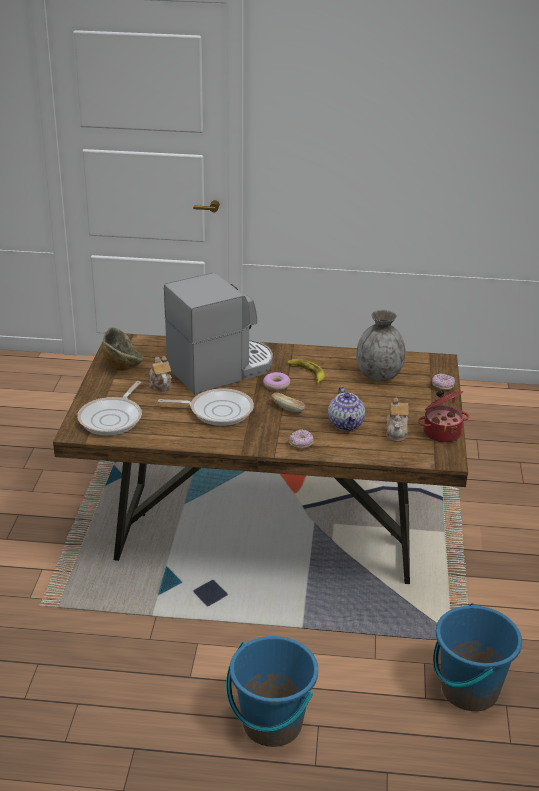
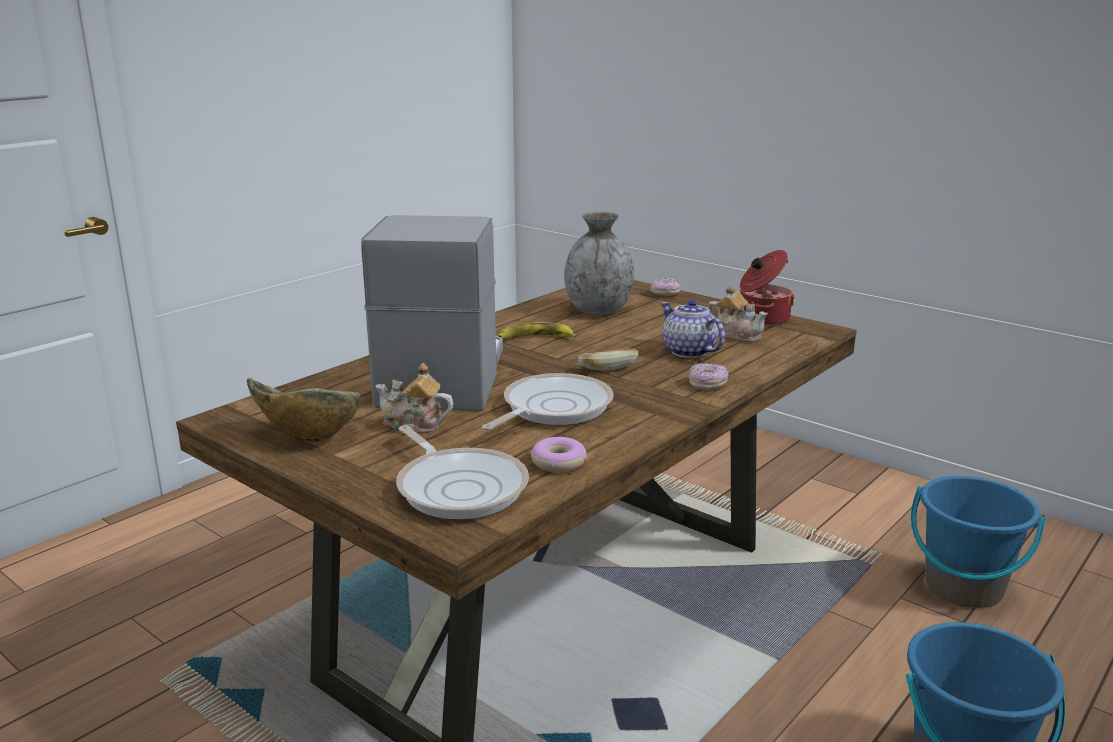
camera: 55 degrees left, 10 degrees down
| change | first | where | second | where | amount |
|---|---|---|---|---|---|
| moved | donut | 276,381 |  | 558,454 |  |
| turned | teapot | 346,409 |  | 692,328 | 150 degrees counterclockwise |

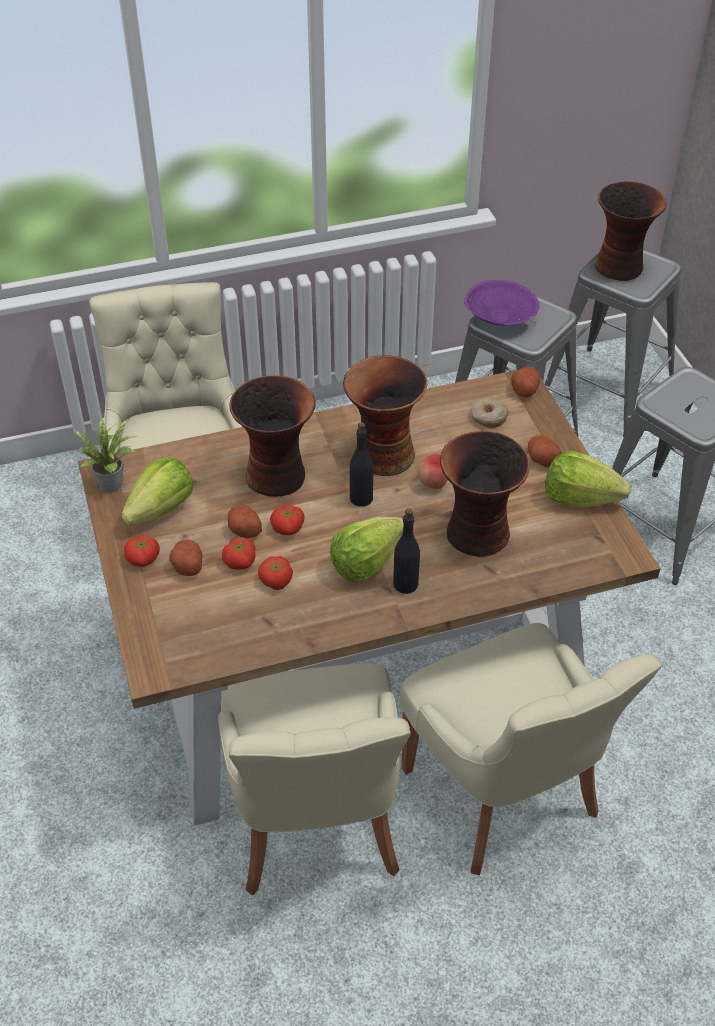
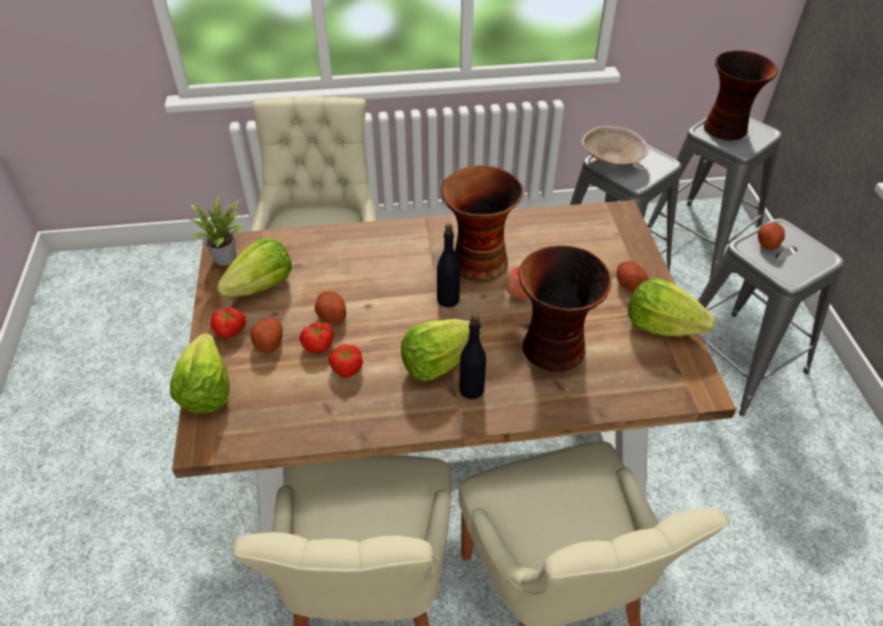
camera: 10 degrees right, 0 degrees up
| change | first | where | second | where | amount |
|---|---|---|---|---|---|
| removed | vase | 272,436 |  |  |  |
| removed | tomato | 287,519 |  |  |  |
| removed | donut | 490,413 |  |  |  |
| added |  |  | lettuce | 200,373 |  |
| moved | potato | 525,382 |  | 771,236 |  |
| recoloured | purple bowl | 501,303 | beige bowl | 615,145 |  |

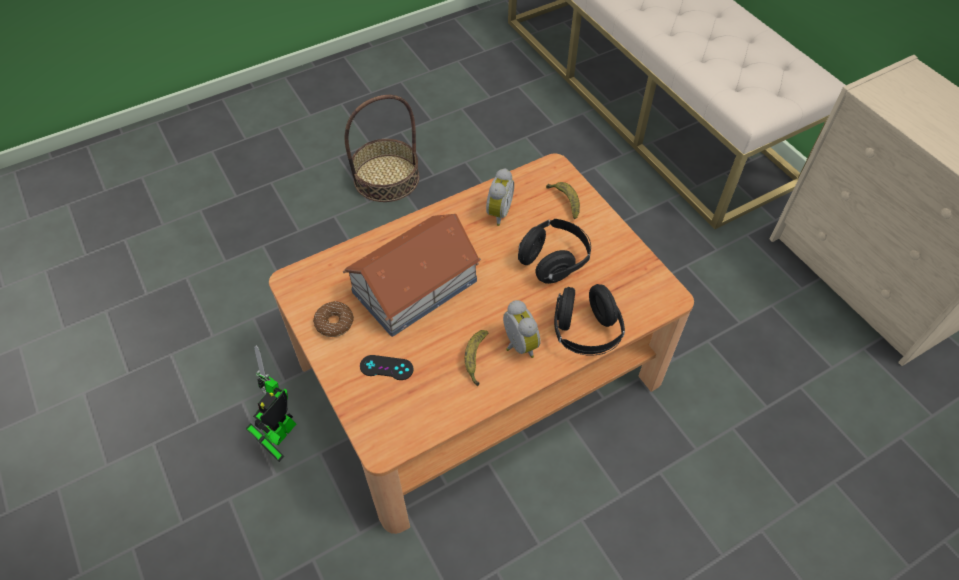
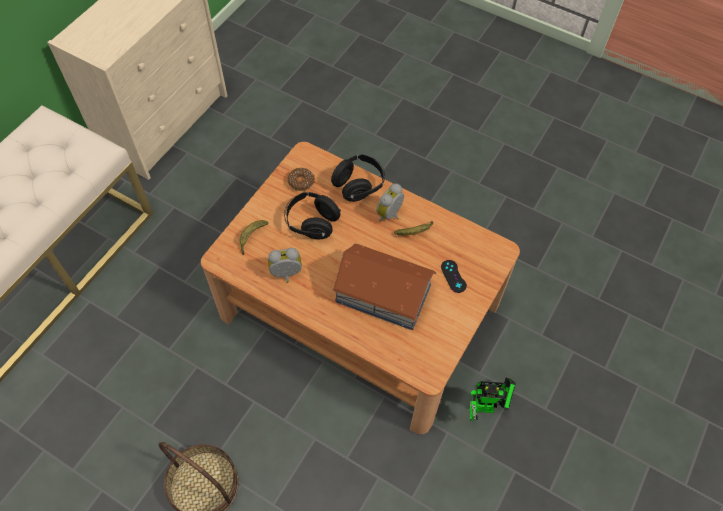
camera: 120 degrees left, 5 degrees up
| change | first | where | second | where | amount |
|---|---|---|---|---|---|
| moved | donut | 333,319 |  | 301,179 |  |

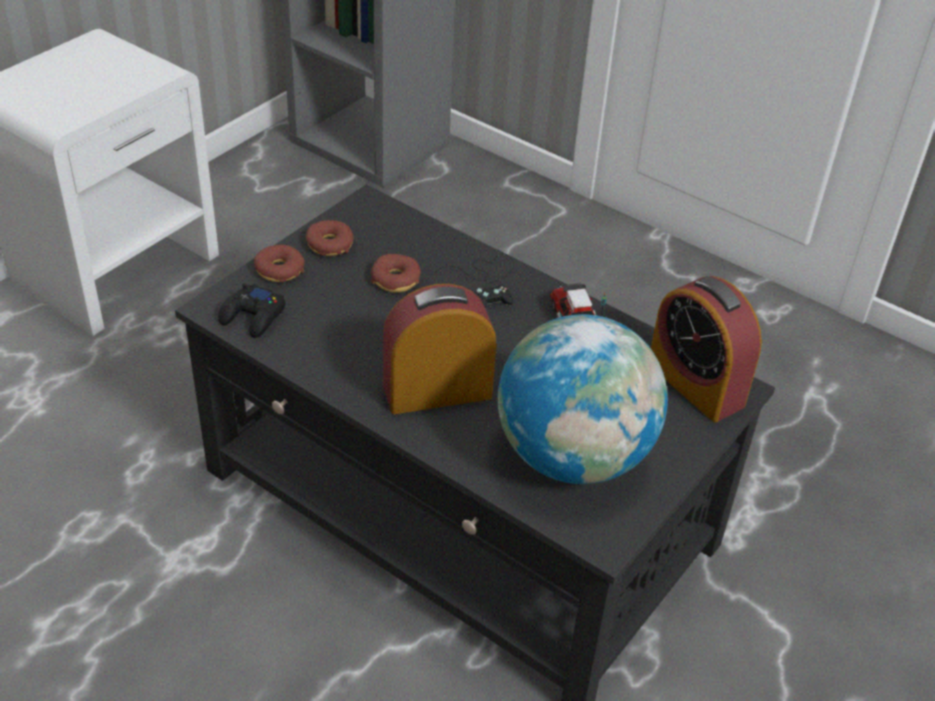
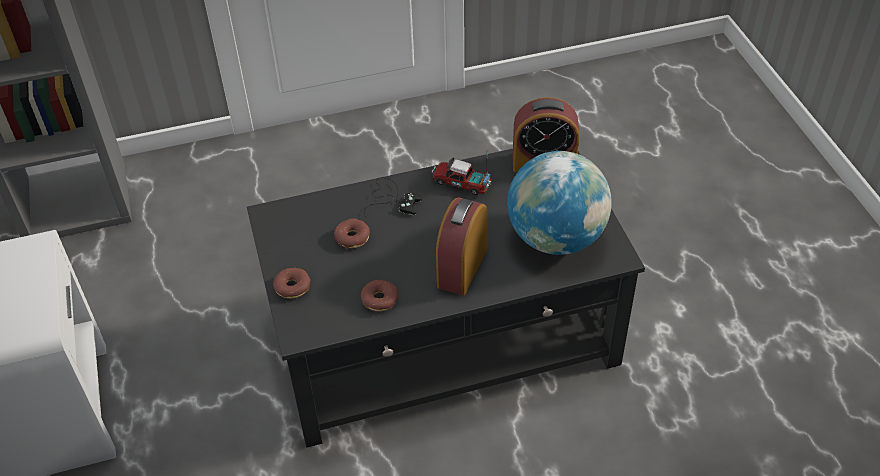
camera: 50 degrees left, 5 degrees up
| change | first | where | second | where | amount |
|---|---|---|---|---|---|
| removed | black game controller | 252,310 |  |  |  |
| moved | donut | 329,238 |  | 379,295 |  |

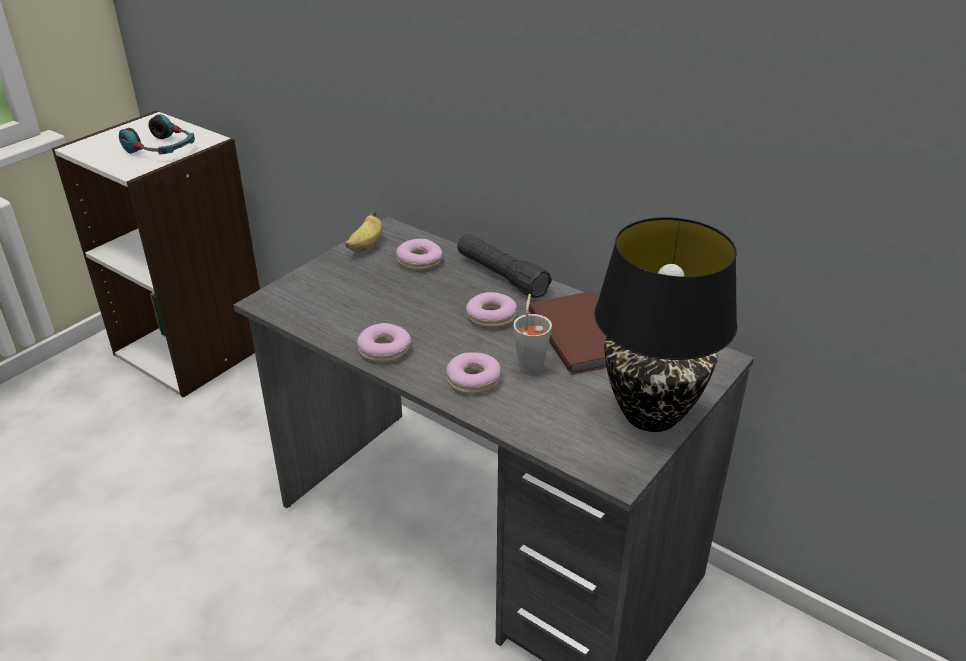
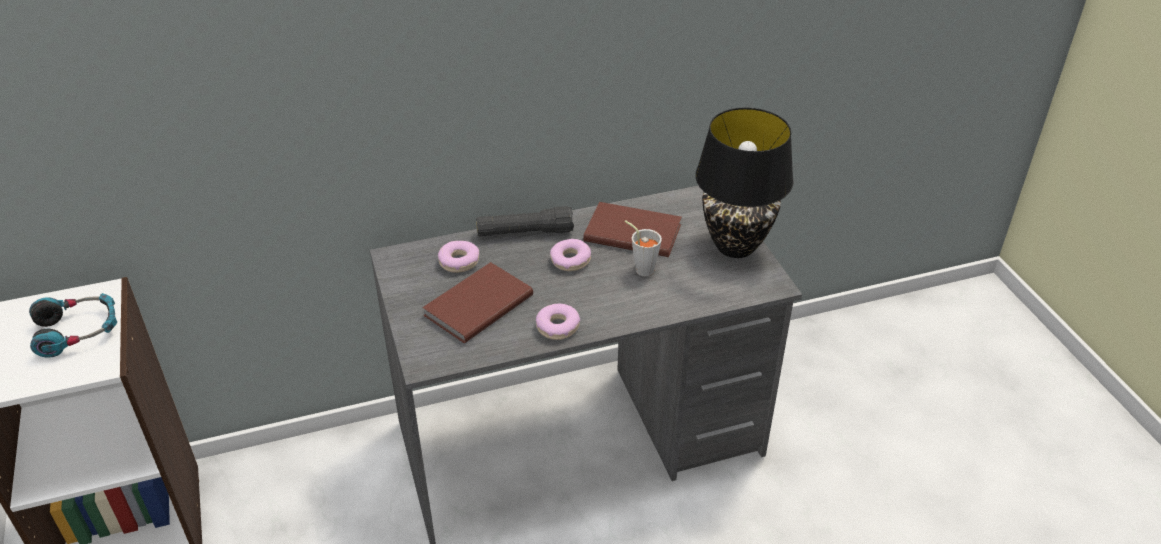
camera: 55 degrees left, 5 degrees up
| change | first | where | second | where | amount |
|---|---|---|---|---|---|
| removed | banana | 364,232 |  |  |  |
| removed | donut | 473,373 |  |  |  |
| added |  |  | brown book | 477,302 |  |

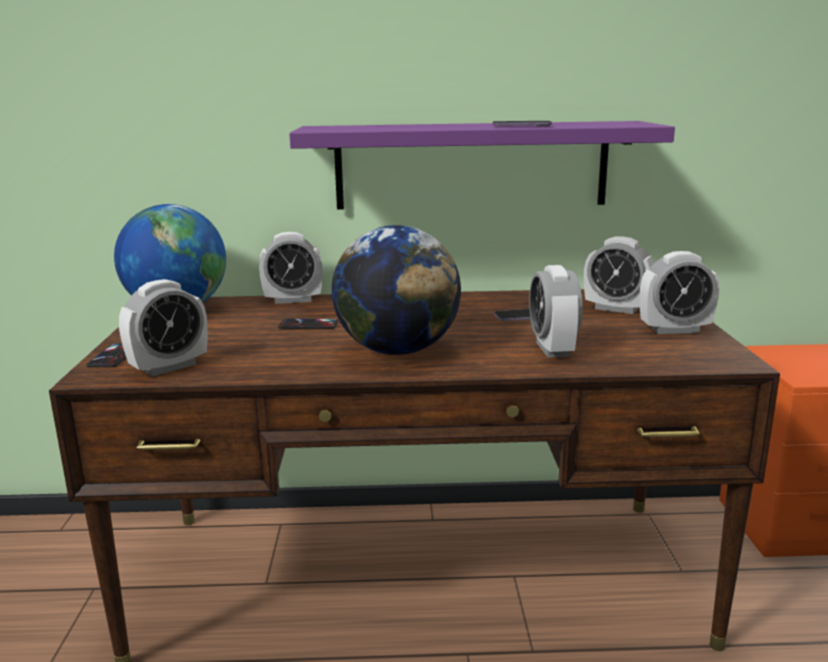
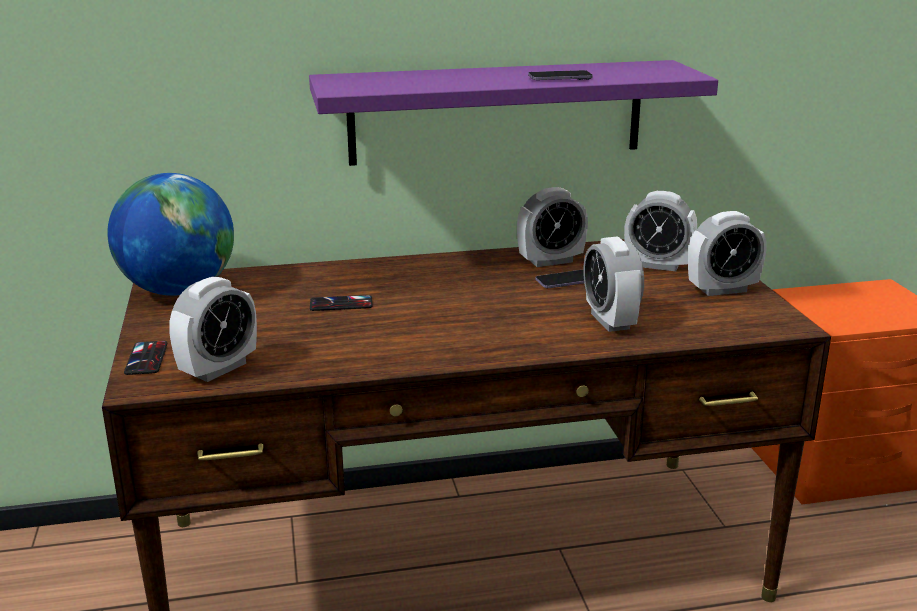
camera: 10 degrees left, 5 degrees up
| change | first | where | second | where | amount |
|---|---|---|---|---|---|
| removed | globe | 396,290 |  |  |  |
| moved | alarm clock | 290,268 |  | 552,227 |  |

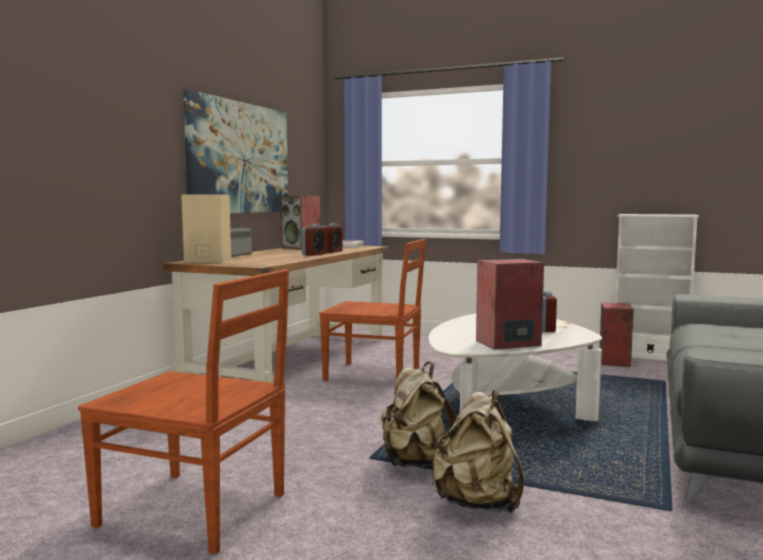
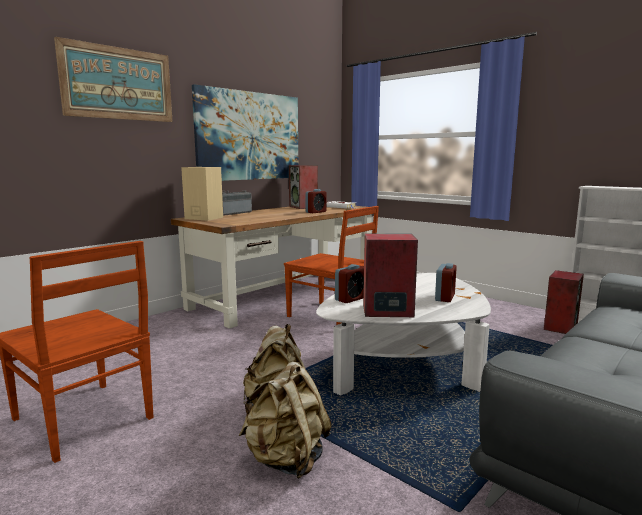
camera: 20 degrees right, 5 degrees up
| change | first | where | second | where | amount |
|---|---|---|---|---|---|
| added |  |  | picture | 113,79 |  |
| moved | alarm clock | 314,240 |  | 349,283 |  |

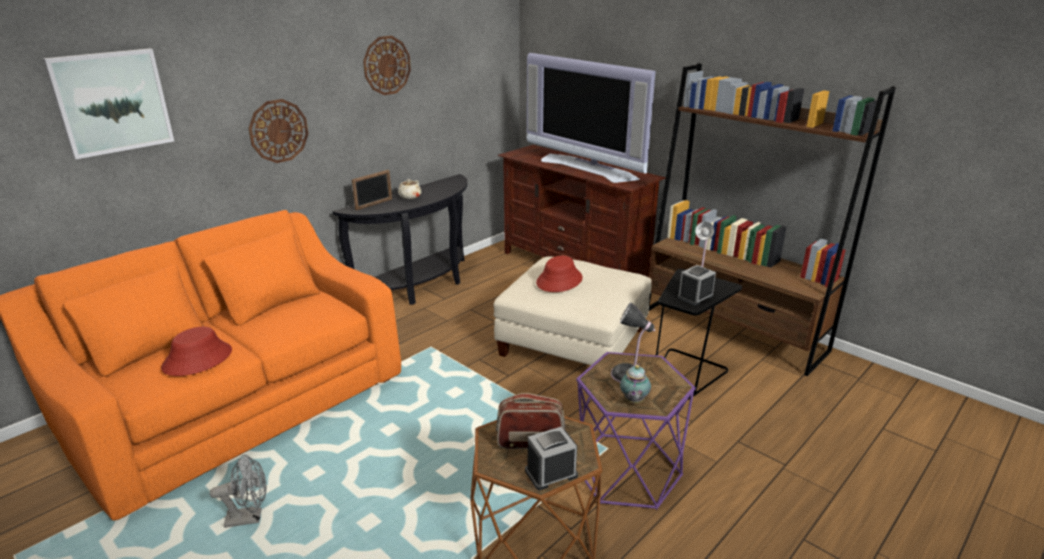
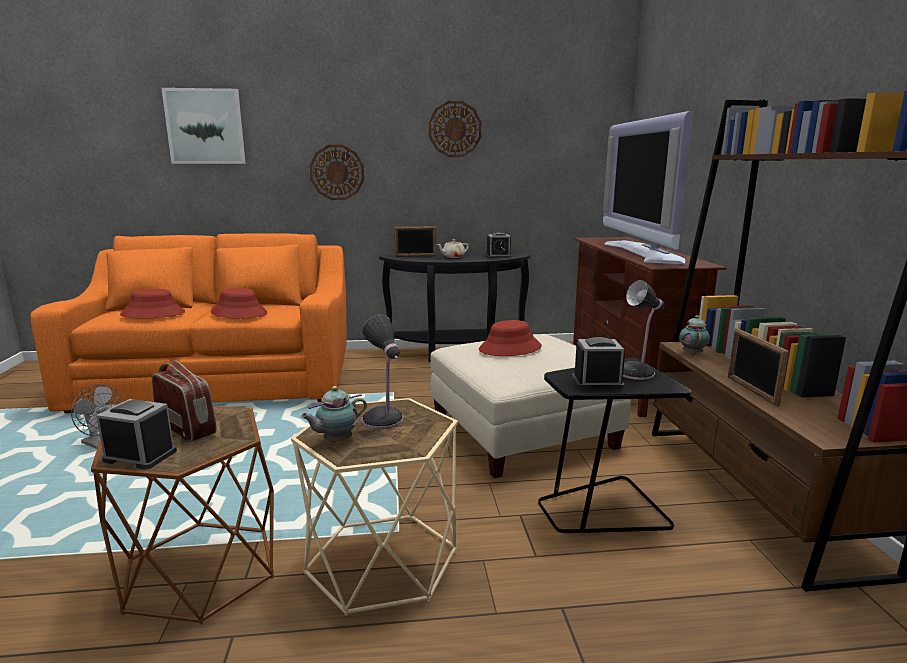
camera: 40 degrees right, 10 degrees down
| change | first | where | second | where | amount |
|---|---|---|---|---|---|
| added |  |  | red hat | 239,303 |  |
| added |  |  | alarm clock | 499,245 |  |
| added |  |  | teapot | 694,335 |  |
| added |  |  | picture frame | 758,367 |  |
| recoloured | purple side table | 636,431 | beige side table | 374,507 |  |

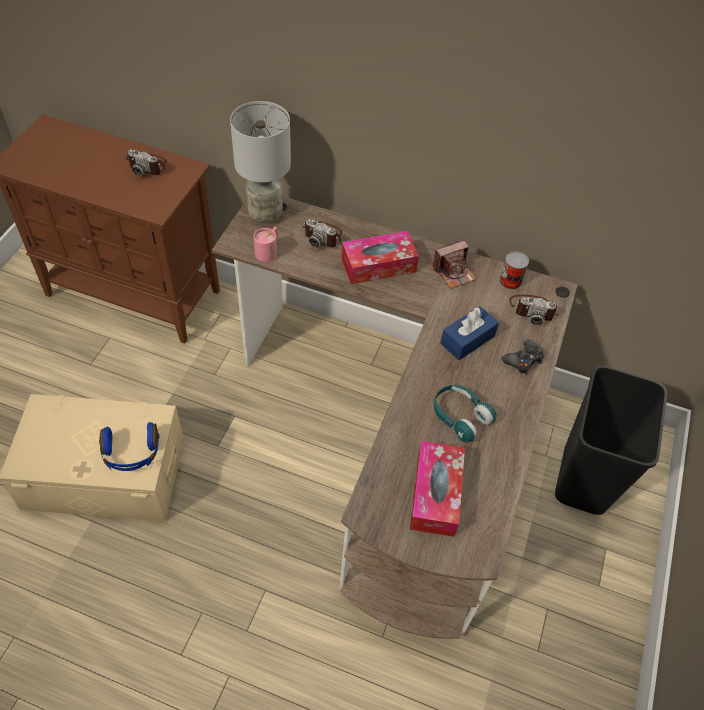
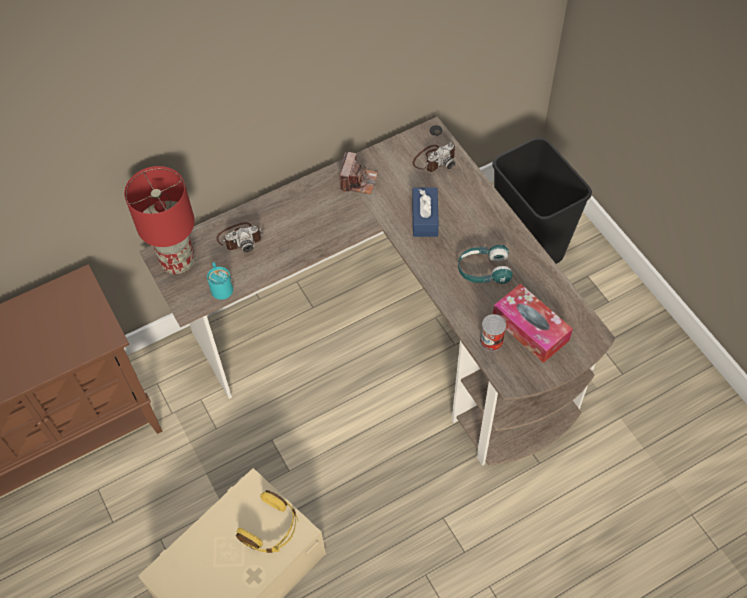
camera: 45 degrees left, 5 degrees up
| change | first | where | second | where | amount |
|---|---|---|---|---|---|
| removed | photo camera | 146,162 |  |  |  |
| removed | tissue box | 380,257 |  |  |  |
| removed | black game controller | 523,357 |  |  |  |
| moved | can | 514,270 |  | 493,332 |  |
| recoloured | blue headphones | 129,446 | yellow headphones | 267,521 |  |
| recoloured | grey table lamp | 260,162 | red table lamp | 159,220 |  |
| recoloured | pink mug | 266,244 | turquoise mug | 220,281 |  |

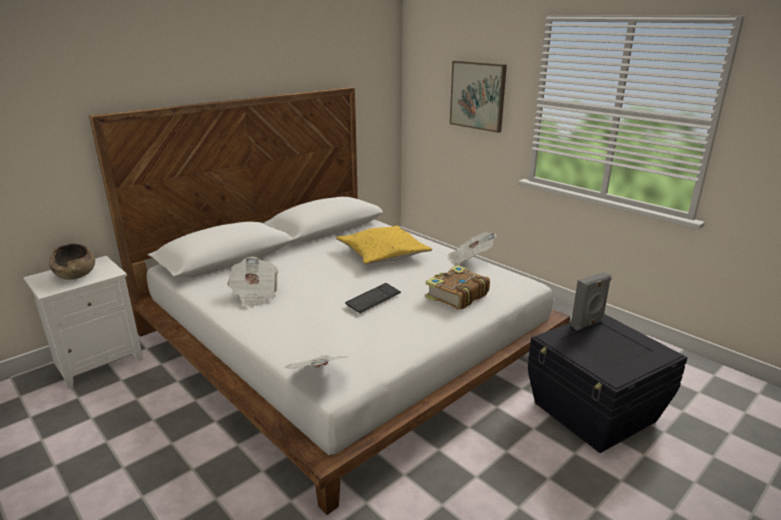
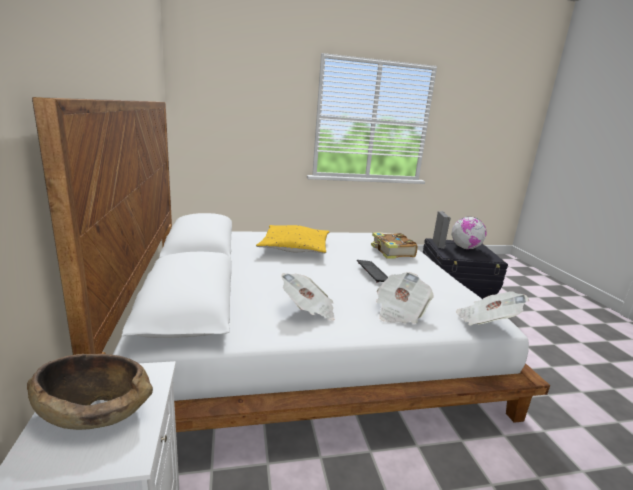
camera: 60 degrees left, 5 degrees down
| change | first | where | second | where | amount |
|---|---|---|---|---|---|
| removed | picture | 478,97 |  |  |  |
| added |  |  | globe | 469,233 |  |
| moved | newspaper | 472,247 |  | 404,298 |  |

